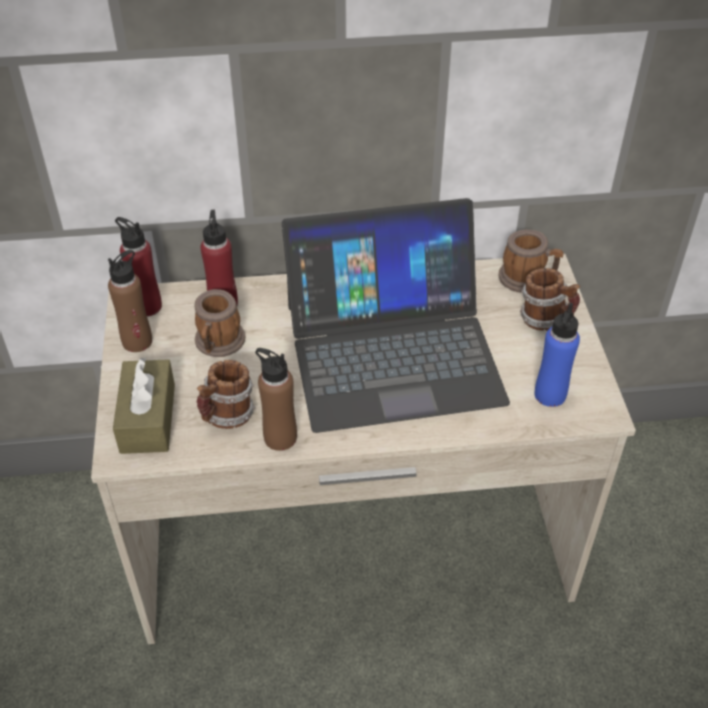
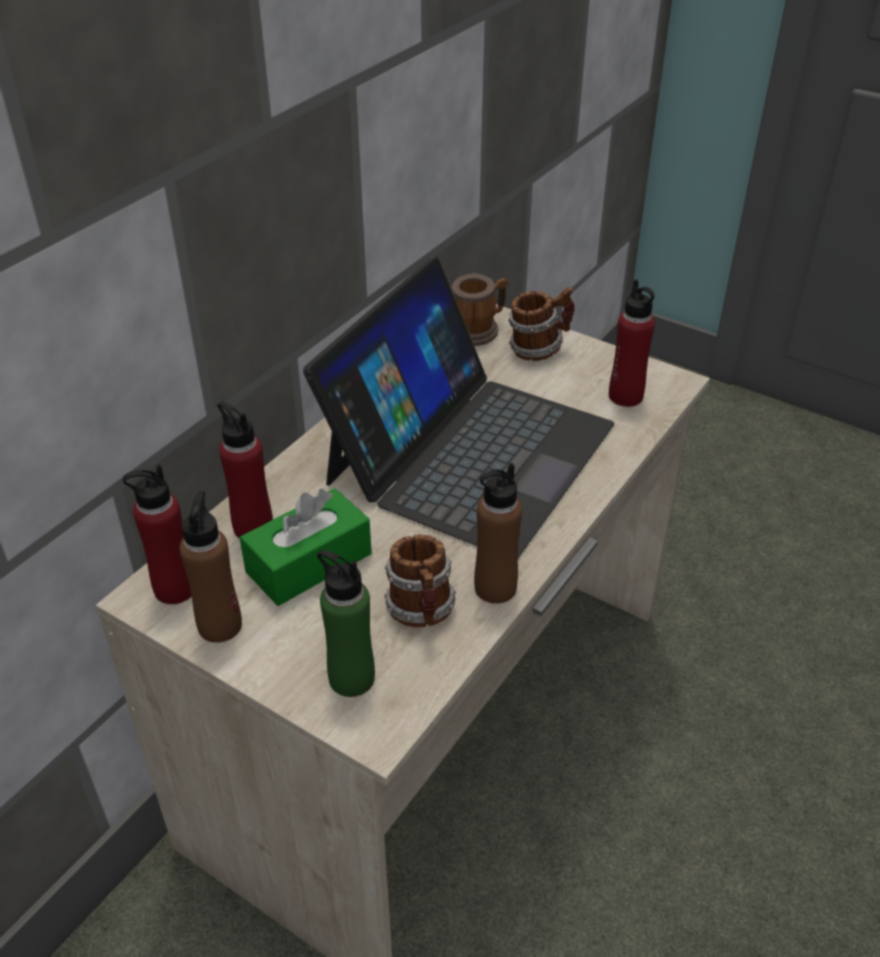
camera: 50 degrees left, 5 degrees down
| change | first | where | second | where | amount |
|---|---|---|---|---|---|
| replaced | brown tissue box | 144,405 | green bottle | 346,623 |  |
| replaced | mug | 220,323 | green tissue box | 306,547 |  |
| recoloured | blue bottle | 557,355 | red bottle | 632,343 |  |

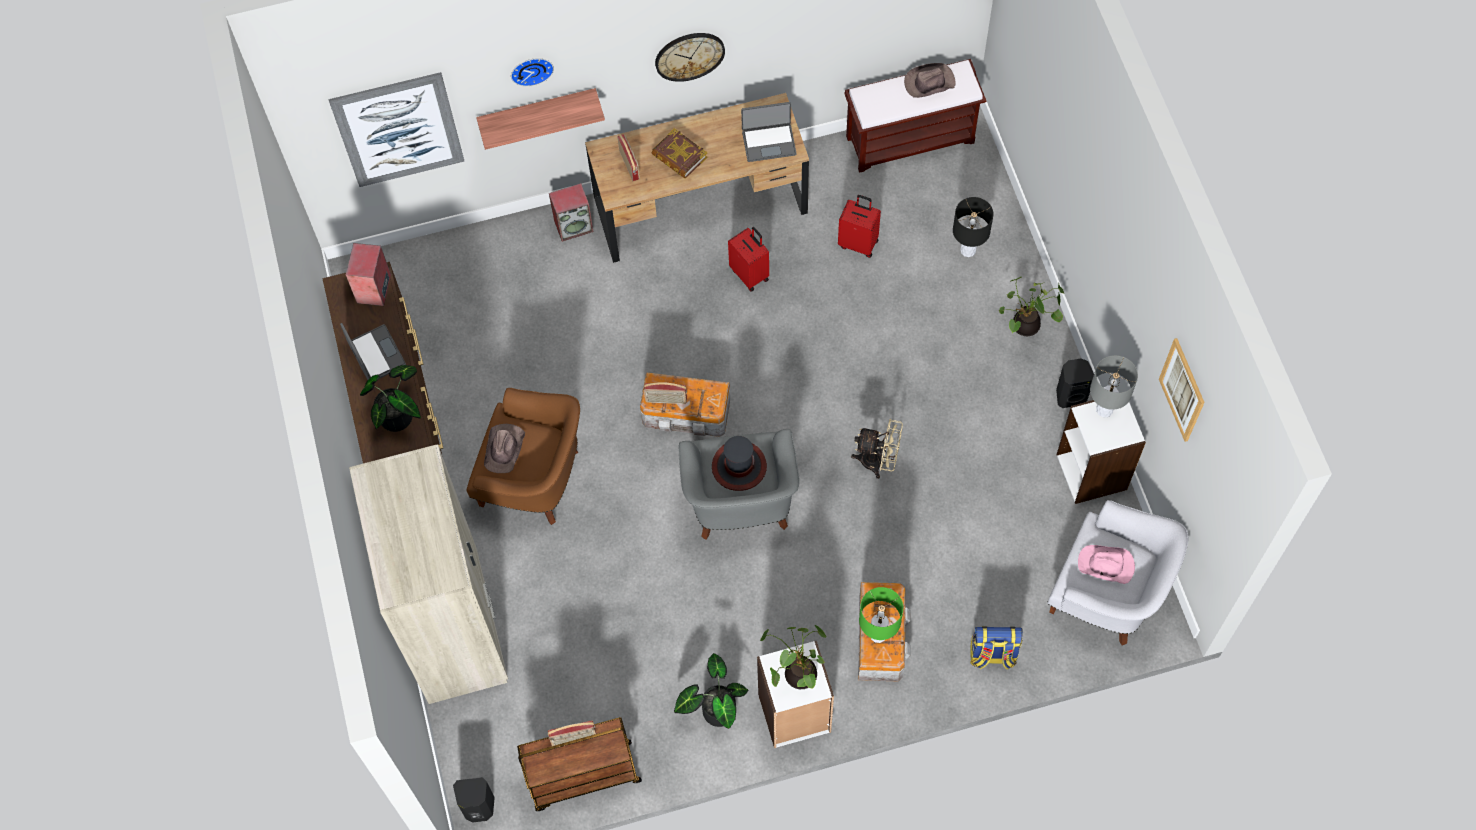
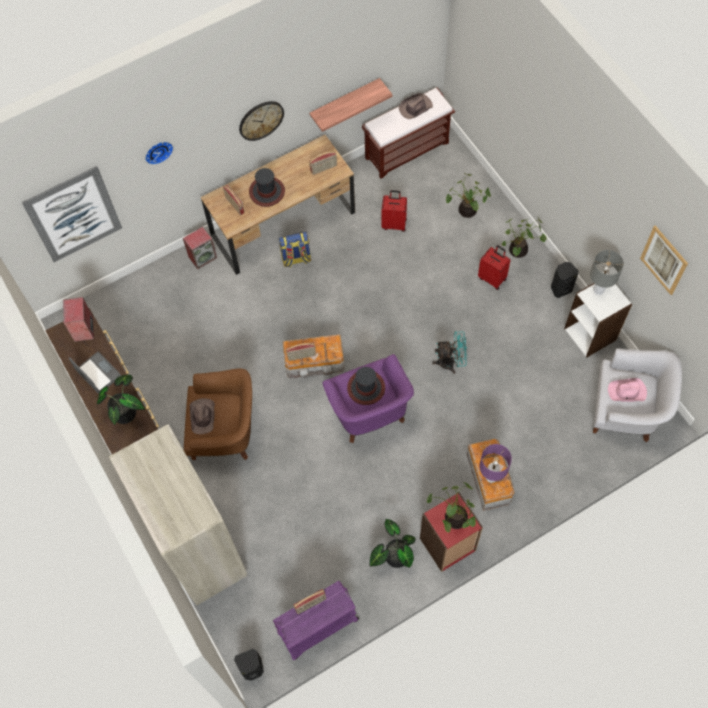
camera: 15 degrees left, 0 degrees up
| change | first | where | second | where | amount |
|---|---|---|---|---|---|
| moved | shelf | 540,119 |  | 351,105 |  |
| moved | red suitcase | 748,259 |  | 494,267 |  |
| moved | backpack | 996,648 |  | 294,249 |  |
| replaced | book | 679,153 | hat | 267,187 |  |
| replaced | laptop | 769,132 | radio | 323,163 |  |
| replaced | black table lamp | 973,227 | potted plant | 468,195 |  |
| recoloured | brown cart | 579,764 | purple cart | 316,620 |  |
| recoloured | grey armchair | 739,484 | purple armchair | 368,398 |  |
| recoloured | white bookcase | 795,694 | red bookcase | 451,532 |  |
| recoloured | beige fan | 877,449 | turquoise fan | 449,352 |  |
| recoloured | green table lamp | 881,615 | purple table lamp | 495,463 |  |

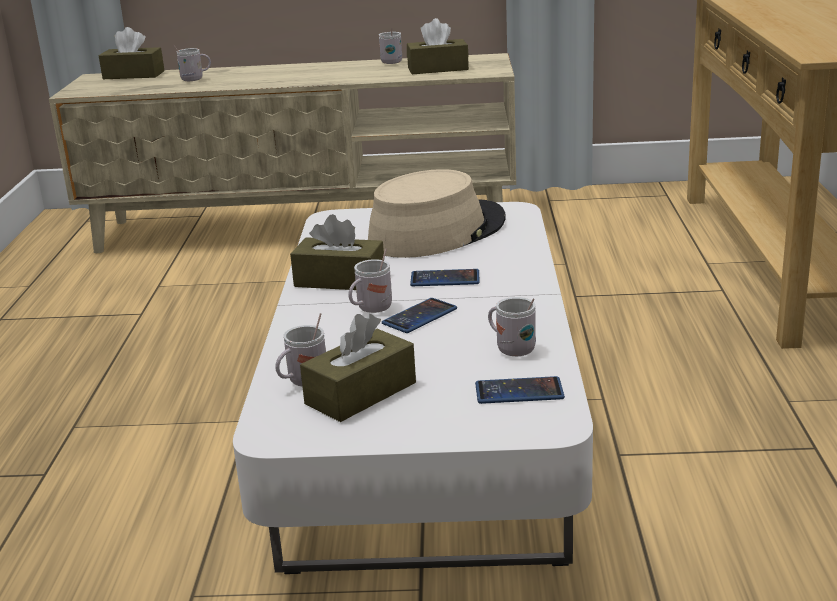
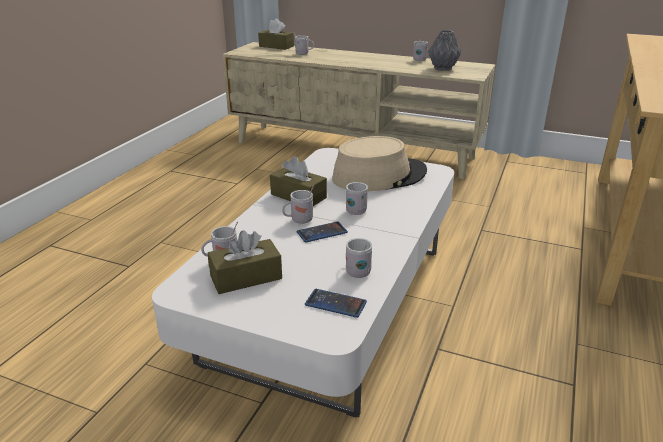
camera: 20 degrees right, 5 degrees up
| change | first | where | second | where | amount |
|---|---|---|---|---|---|
| replaced | brown tissue box | 438,46 | grey vase | 444,50 |  |
| replaced | phone | 445,277 | white mug | 357,198 |  |

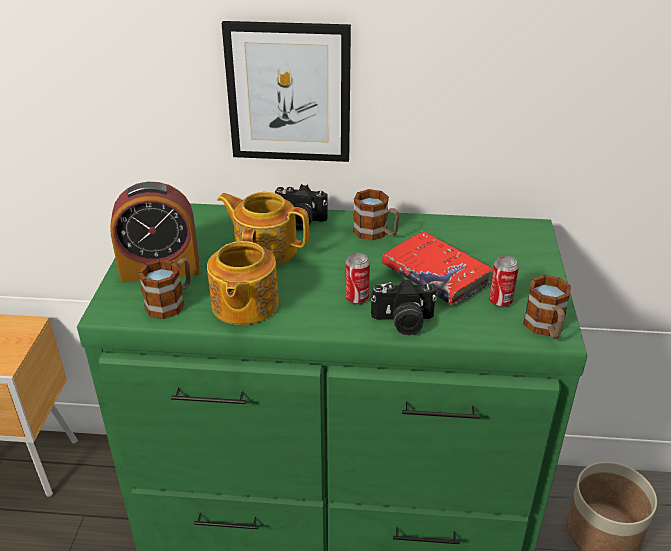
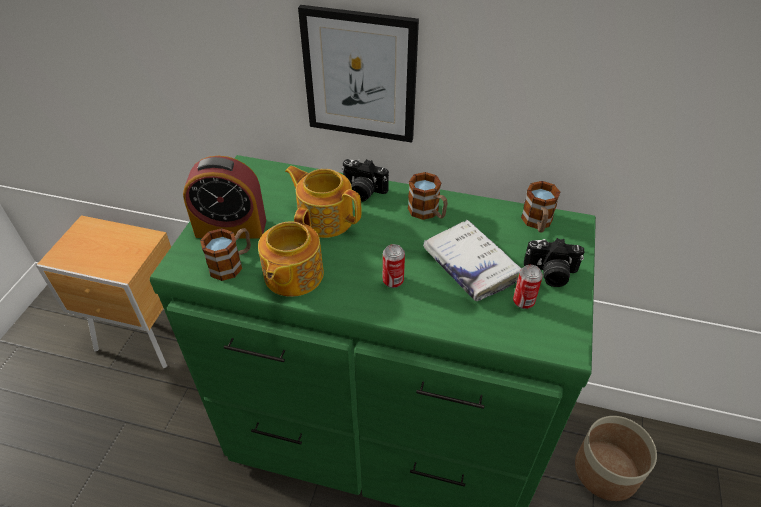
camera: 10 degrees right, 10 degrees up
| change | first | where | second | where | amount |
|---|---|---|---|---|---|
| moved | photo camera | 404,307 |  | 554,262 |  |
| moved | mug | 547,307 |  | 541,206 |  |
| recoloured | red book | 437,268 | white book | 472,260 |  |

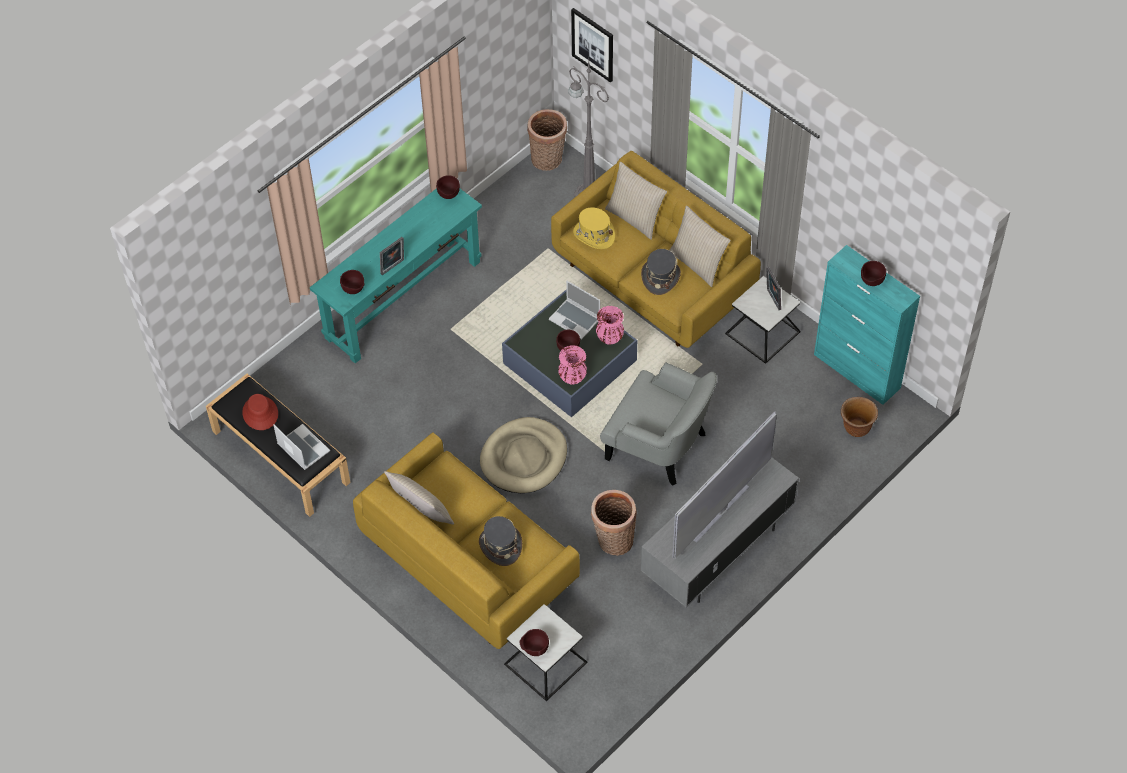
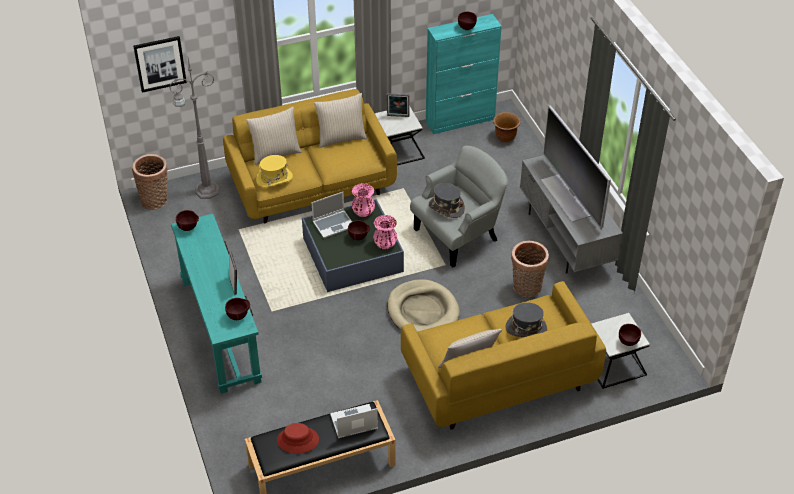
camera: 65 degrees left, 10 degrees down
| change | first | where | second | where | amount |
|---|---|---|---|---|---|
| moved | grey hat | 661,272 |  | 447,200 |  |

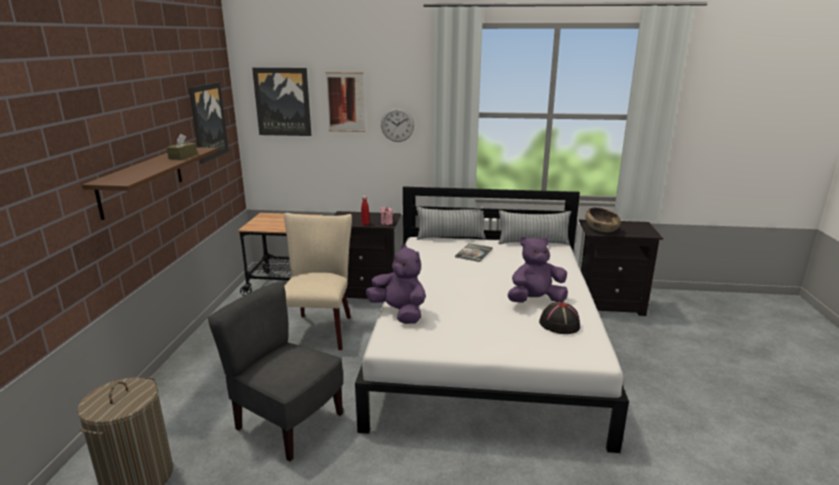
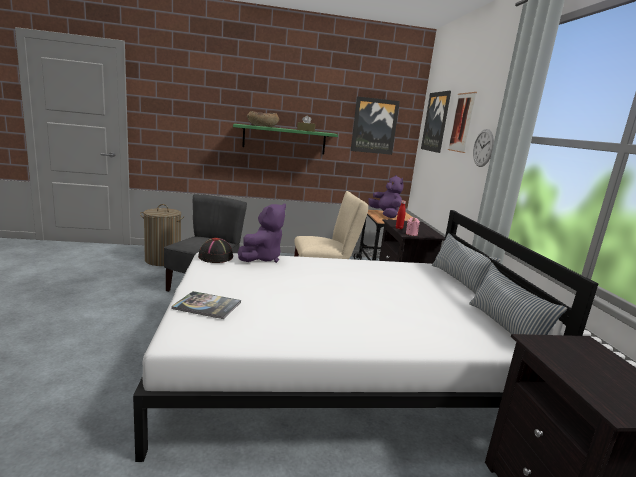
camera: 75 degrees right, 5 degrees down
| change | first | where | second | where | amount |
|---|---|---|---|---|---|
| moved | book | 474,252 |  | 206,305 |  |
| moved | purple plush toy | 538,269 |  | 386,196 |  |
| moved | black hat | 559,318 |  | 215,250 |  |
| moved | brown bowl | 603,219 |  | 263,119 |  |
| recoloured | brown shelf | 150,183 | green shelf | 285,139 |  |

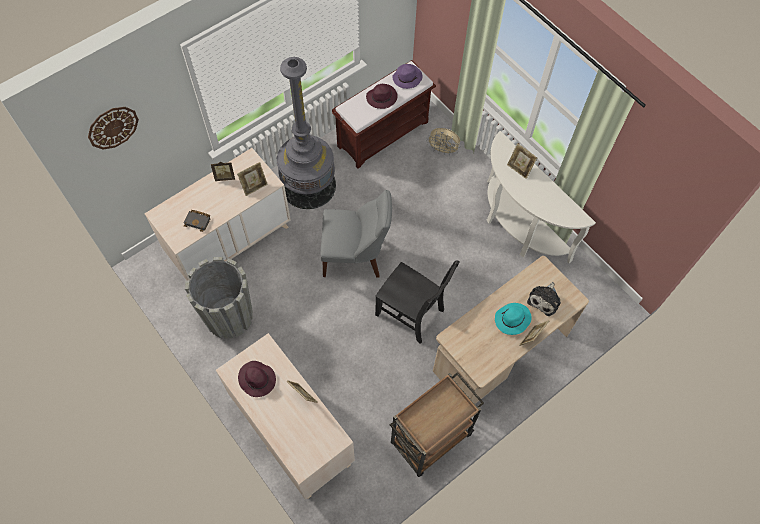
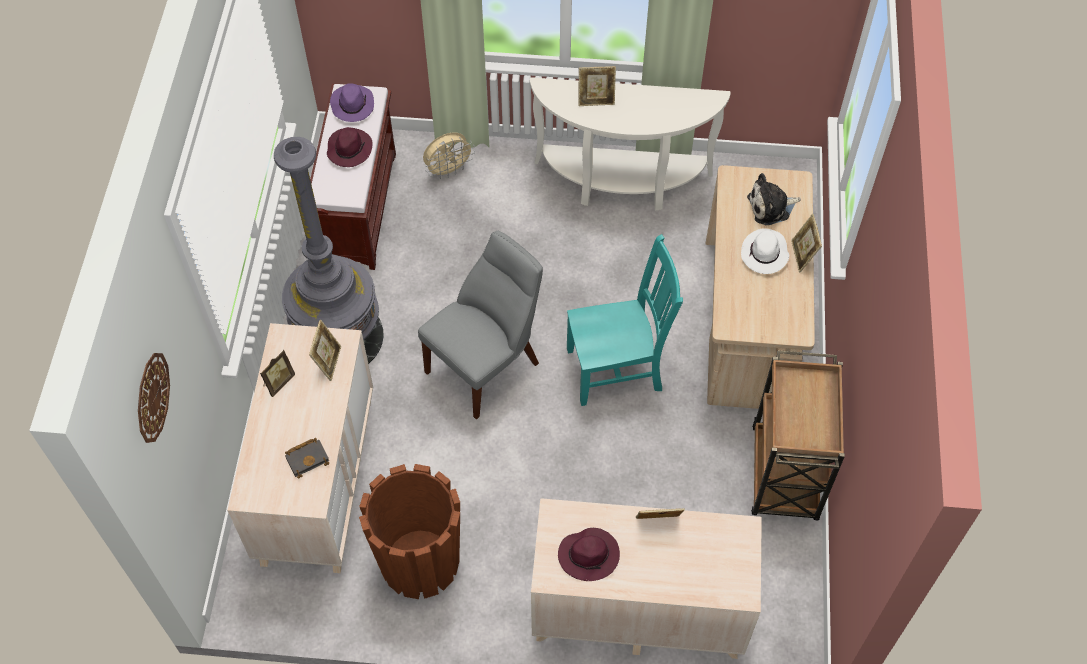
camera: 45 degrees left, 5 degrees down
| change | first | where | second | where | amount |
|---|---|---|---|---|---|
| recoloured | grey planter | 219,298 | brown planter | 409,531 |  |
| recoloured | black chair | 417,302 | turquoise chair | 625,320 |  |
| recoloured | turquoise hat | 513,319 | white hat | 765,251 |  |
| turned | plush toy | 544,299 |  | 774,199 | 90 degrees clockwise |

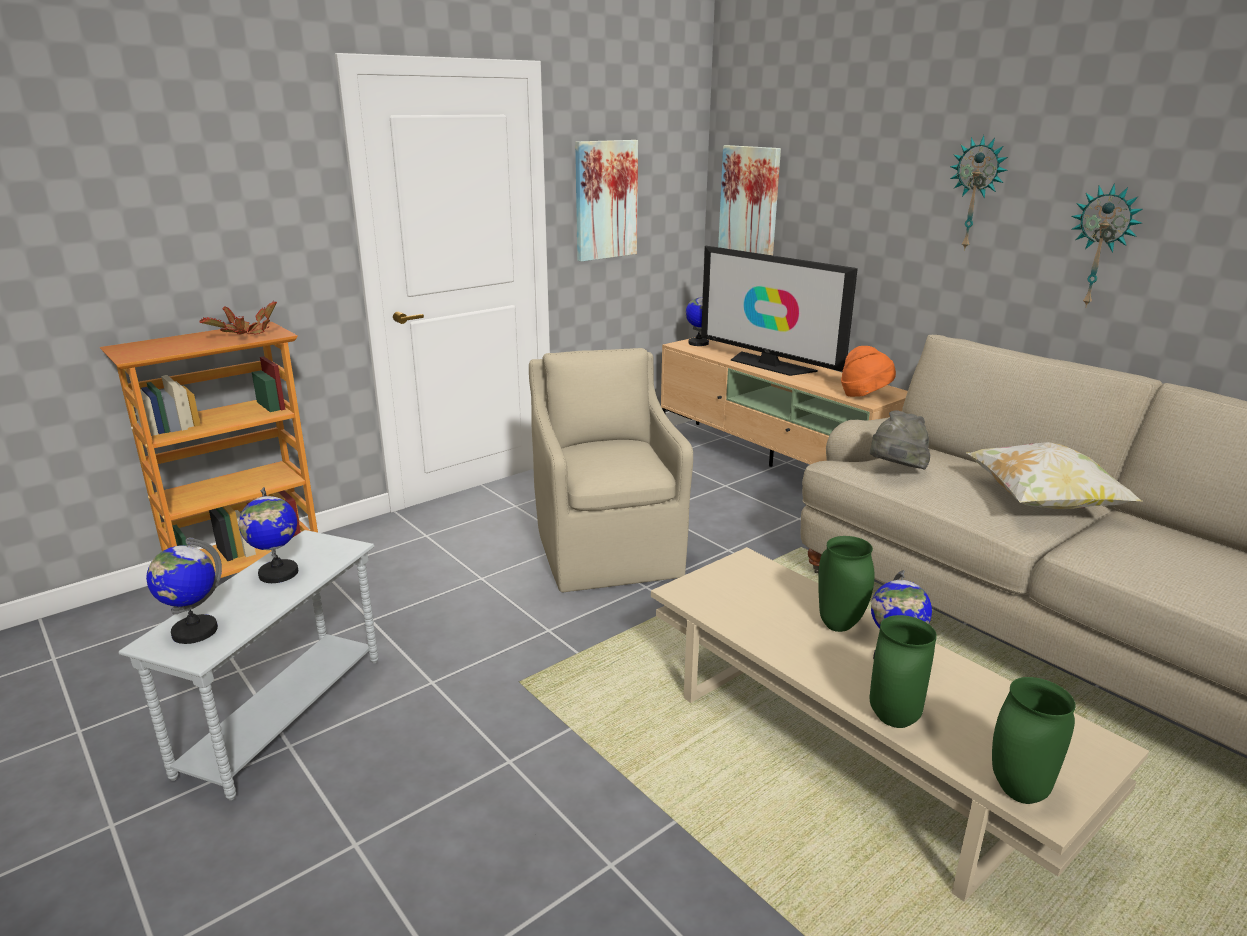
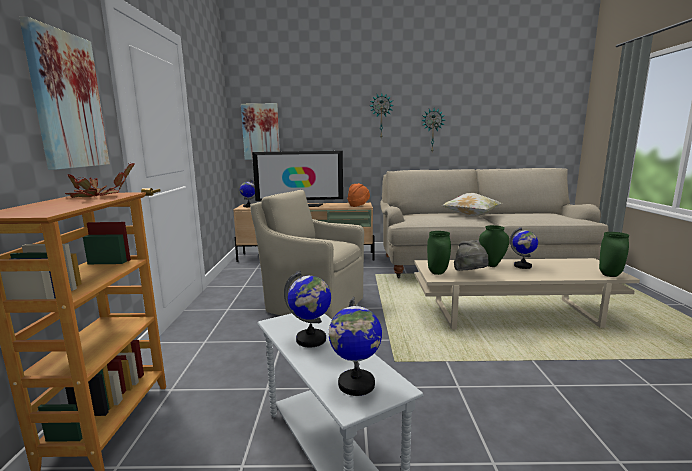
camera: 50 degrees left, 10 degrees down
| change | first | where | second | where | amount |
|---|---|---|---|---|---|
| moved | picture | 606,201 |  | 64,93 |  |
| moved | grey hat | 900,440 |  | 471,255 |  |
| moved | green vase | 903,671 |  | 439,253 |  |

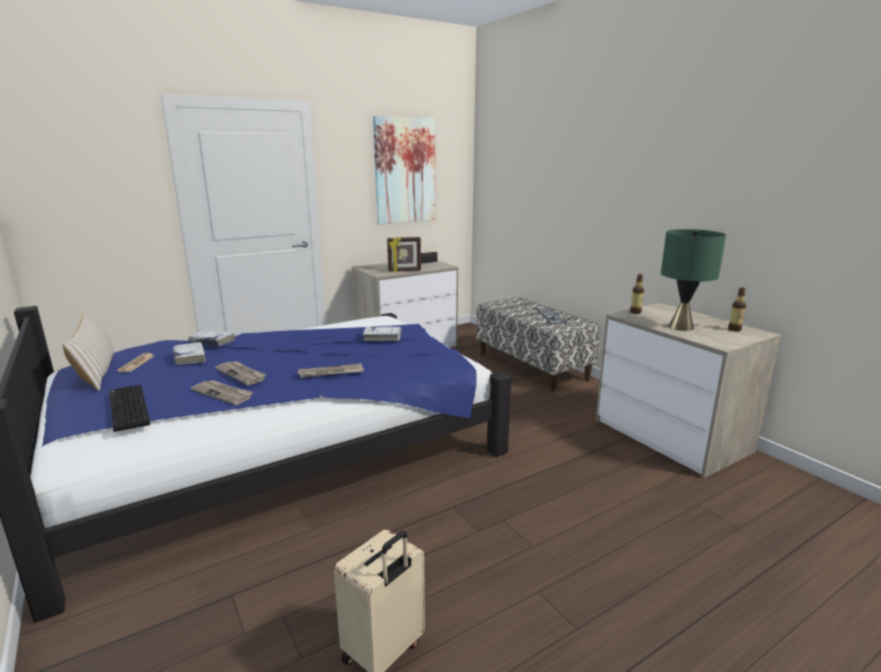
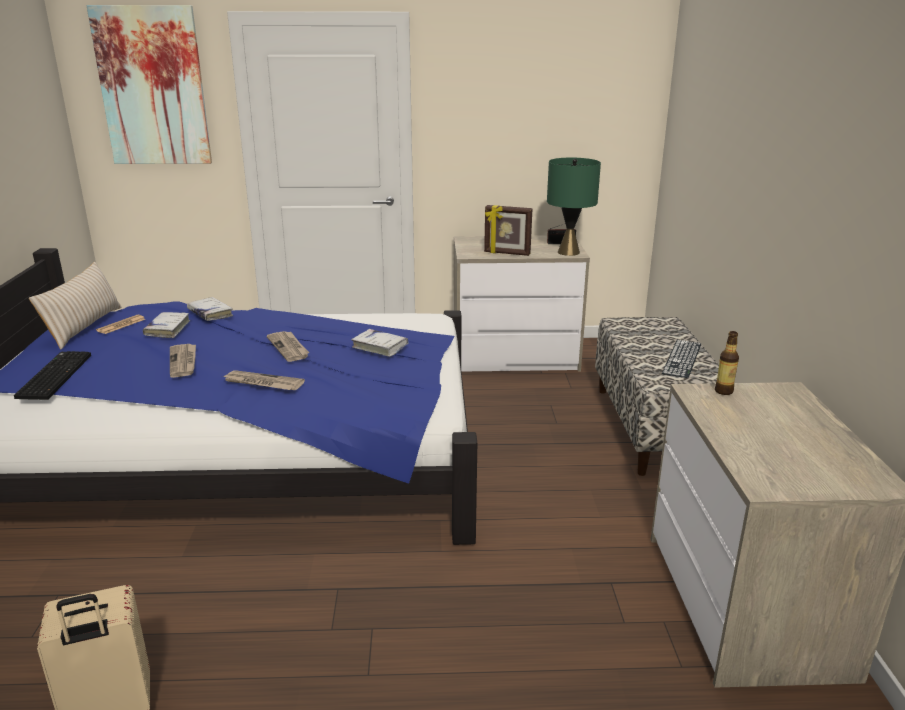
camera: 30 degrees right, 5 degrees up
| change | first | where | second | where | amount |
|---|---|---|---|---|---|
| removed | bottle | 737,310 |  |  |  |
| moved | newspaper | 222,392 |  | 288,346 |  |
| moved | picture | 404,170 |  | 149,84 |  |
| moved | green table lamp | 693,280 |  | 574,207 |  |

